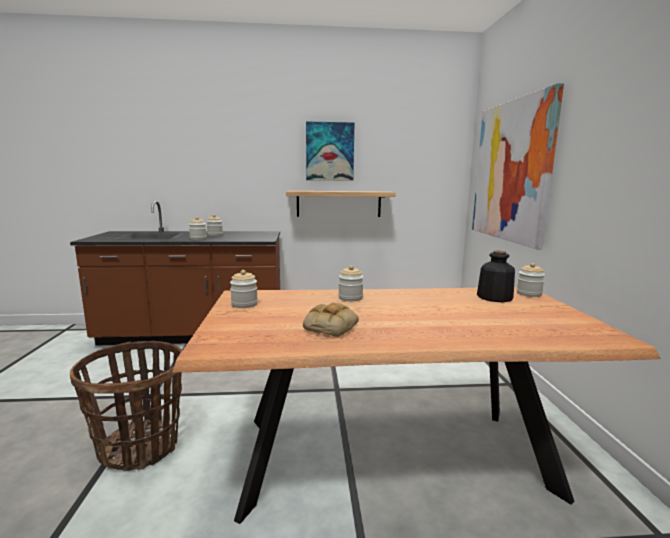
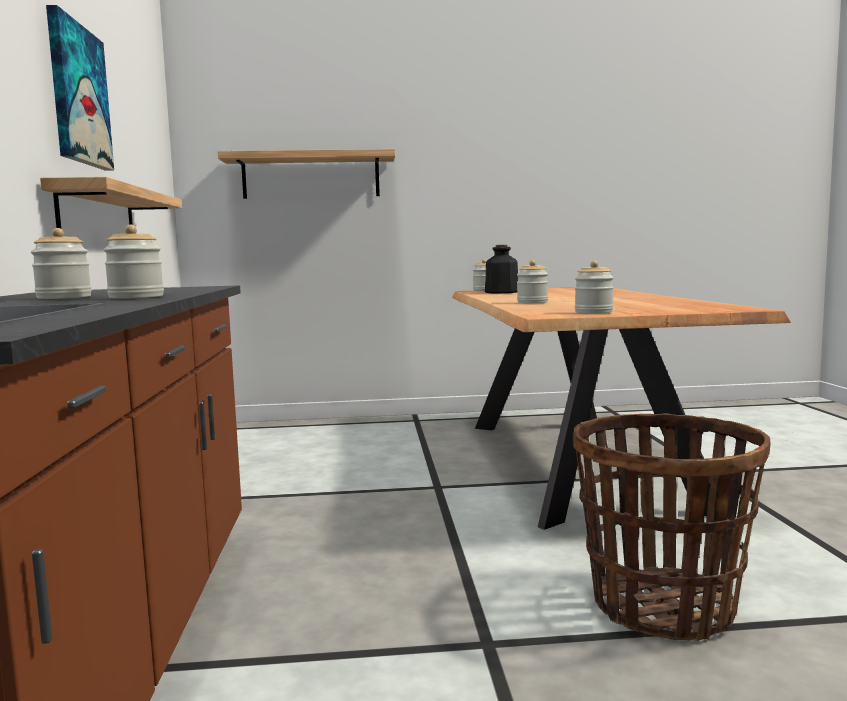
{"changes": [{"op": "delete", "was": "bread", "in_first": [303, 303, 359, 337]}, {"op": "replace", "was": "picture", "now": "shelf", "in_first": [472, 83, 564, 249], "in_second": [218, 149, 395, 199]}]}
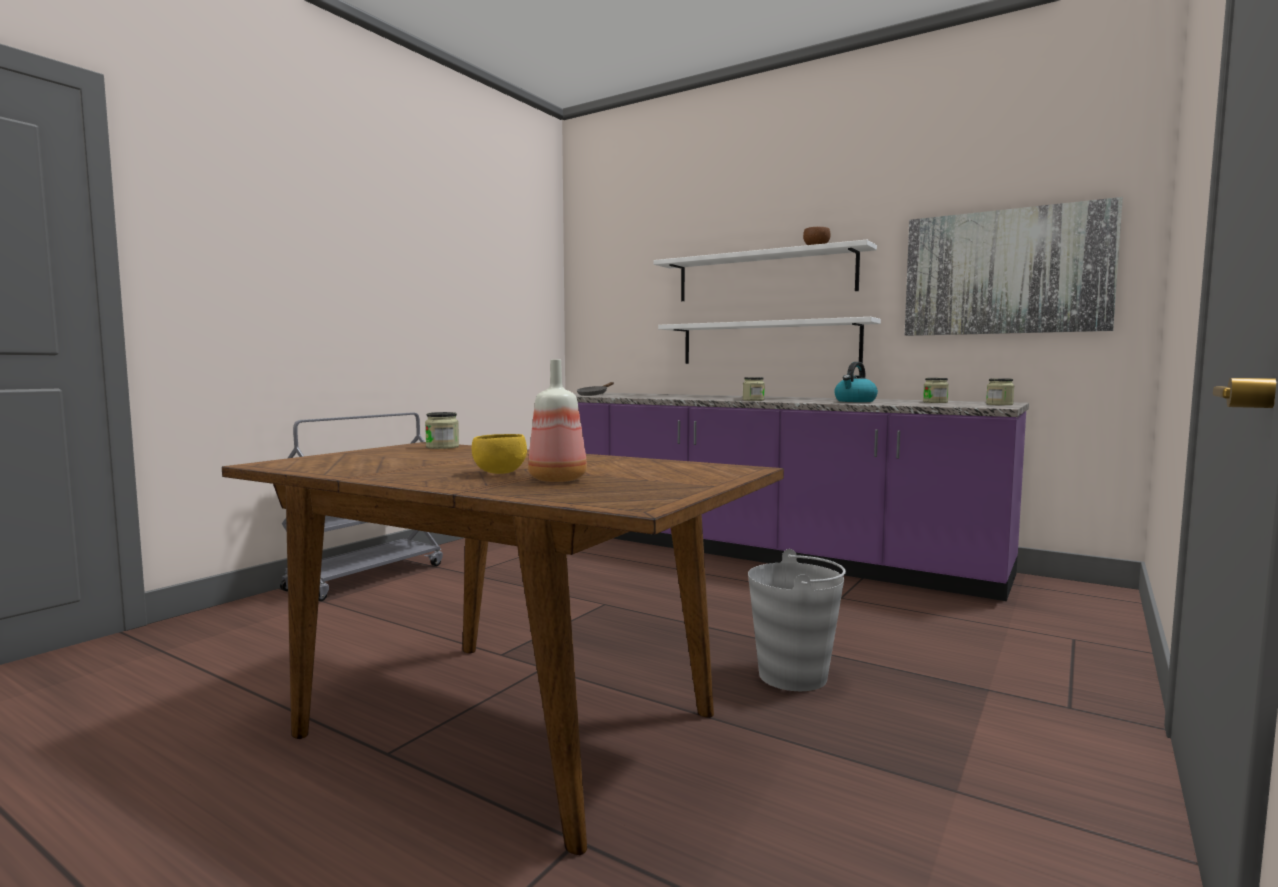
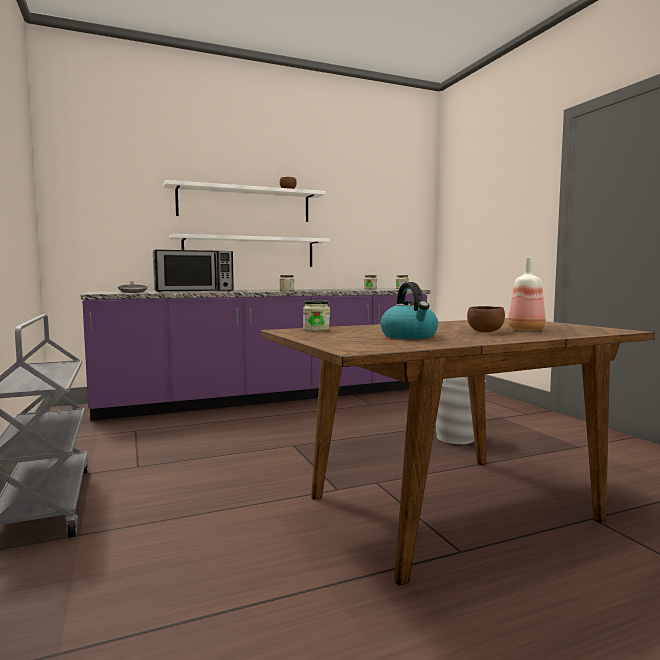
{"changes": [{"op": "recolor", "was": "yellow_bowl", "now": "brown_bowl", "in_first": [472, 434, 527, 474], "in_second": [467, 306, 505, 332]}, {"op": "move", "was": "kettle", "in_first": [834, 362, 878, 402], "in_second": [380, 282, 438, 339]}, {"op": "delete", "was": "picture", "in_first": [905, 197, 1123, 336]}, {"op": "insert", "now": "microwave", "in_second": [153, 249, 234, 292]}]}
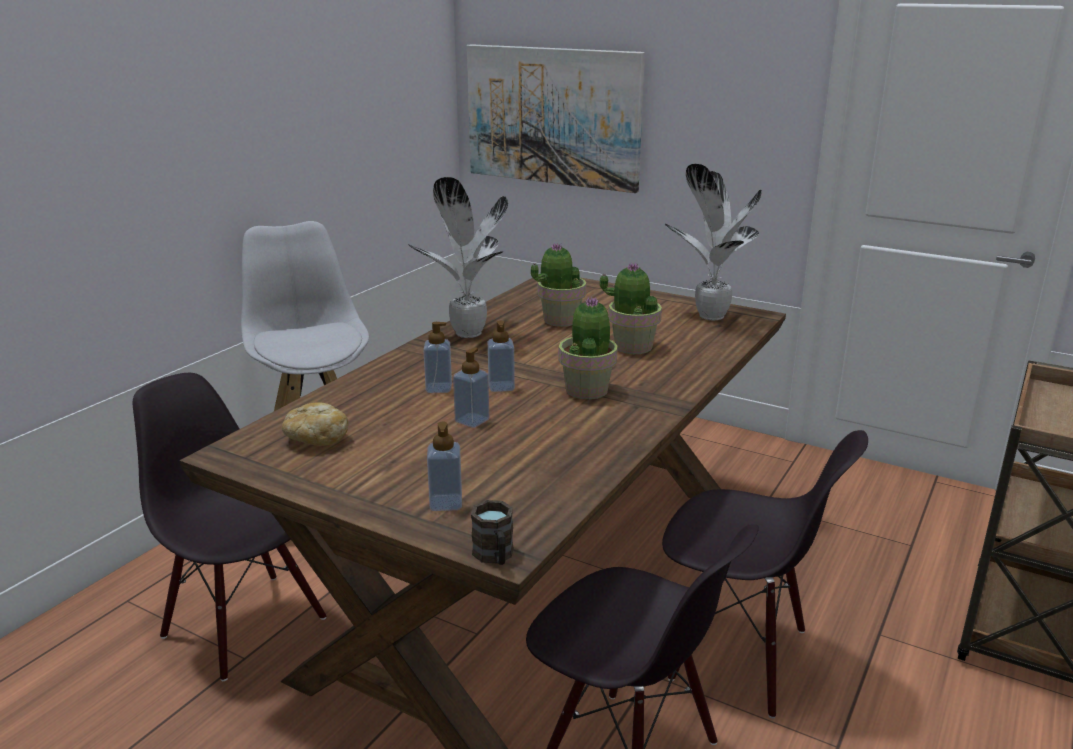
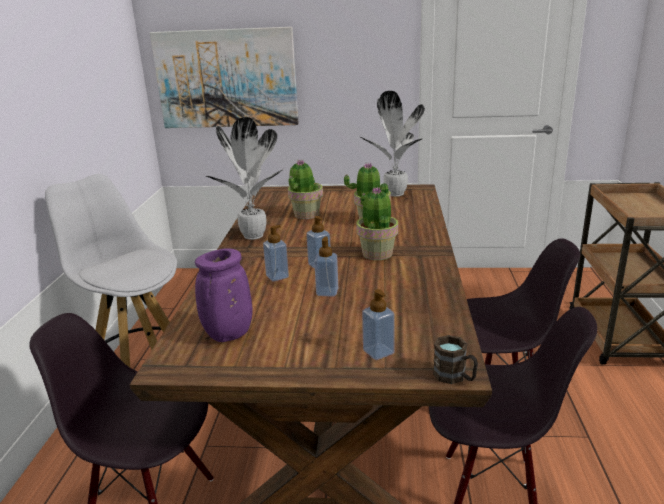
{"changes": [{"op": "replace", "was": "bread", "now": "purple_vase", "in_first": [282, 402, 348, 446], "in_second": [195, 248, 253, 342]}]}
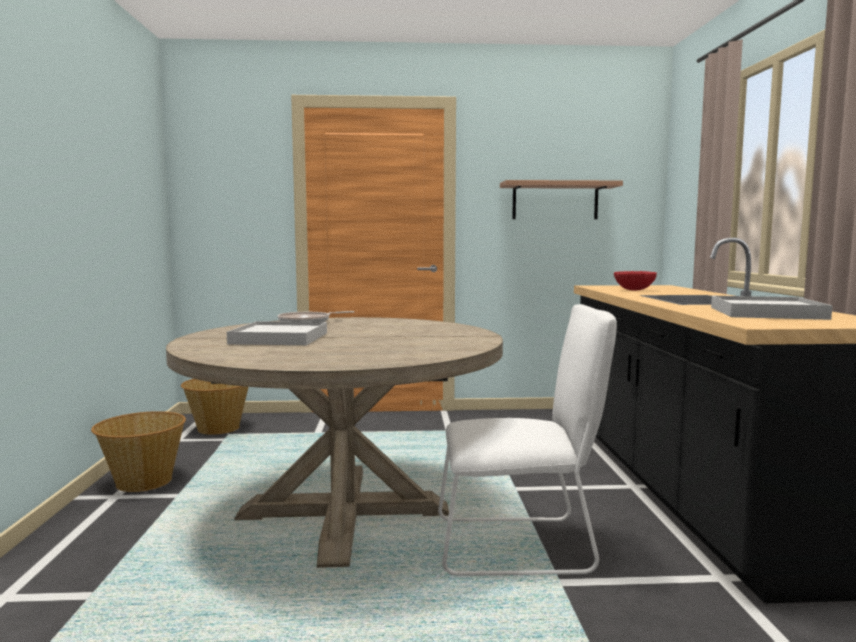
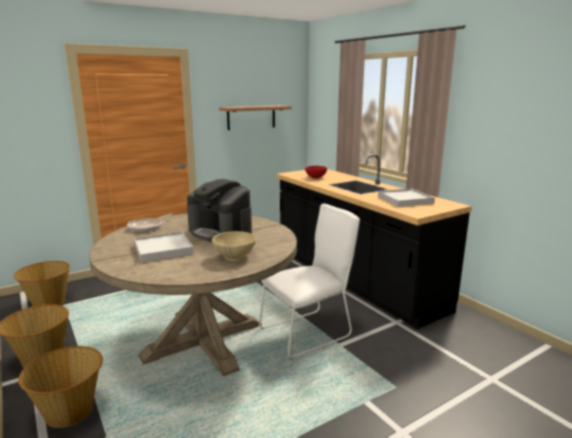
{"changes": [{"op": "insert", "now": "basket", "in_second": [18, 346, 103, 428]}, {"op": "insert", "now": "coffee_machine", "in_second": [187, 179, 252, 242]}, {"op": "insert", "now": "beige_bowl", "in_second": [212, 231, 256, 260]}]}
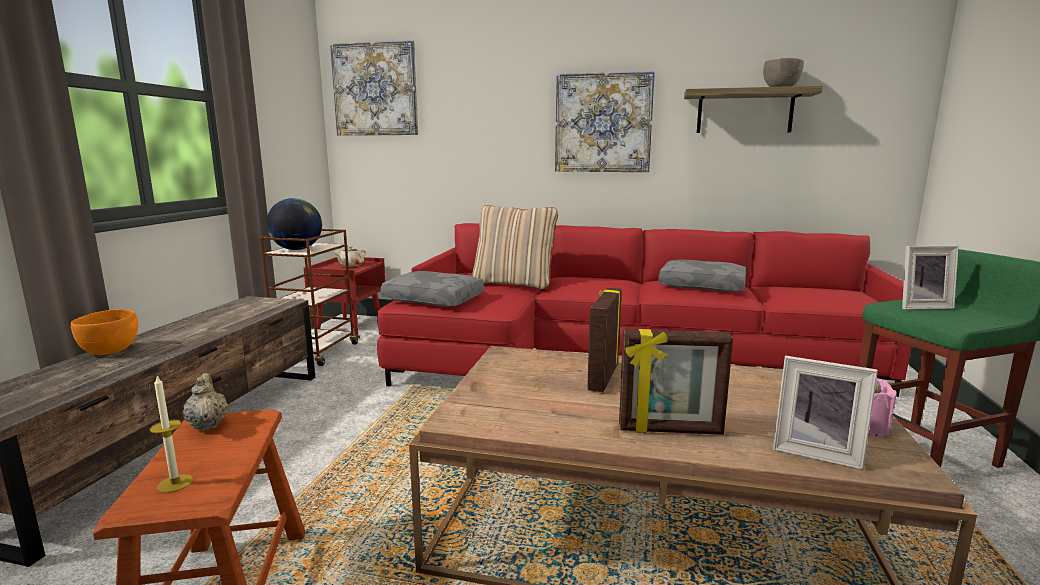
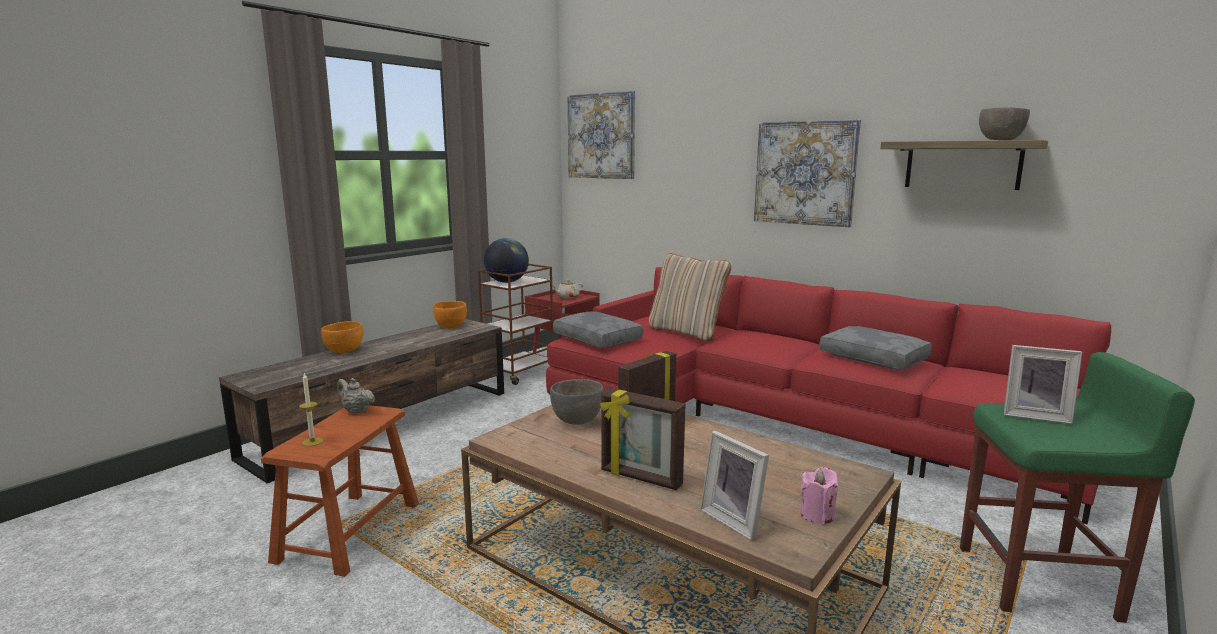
{"changes": [{"op": "rotate", "was": "beige_teapot", "in_first": [183, 373, 228, 431], "in_second": [337, 378, 375, 414], "clockwise": -60}, {"op": "insert", "now": "orange_bowl", "in_second": [433, 301, 467, 329]}, {"op": "insert", "now": "grey_bowl", "in_second": [550, 379, 604, 425]}]}
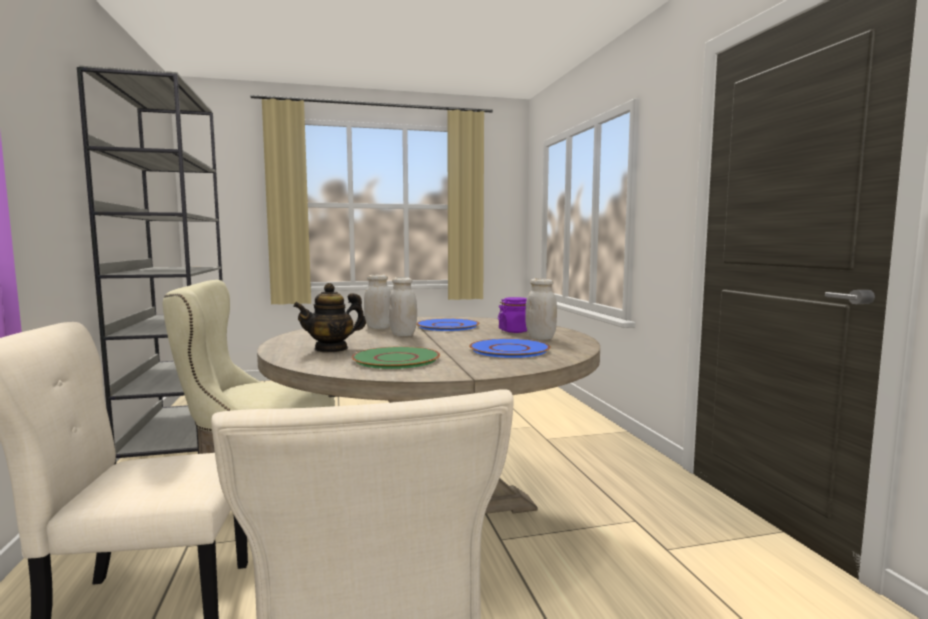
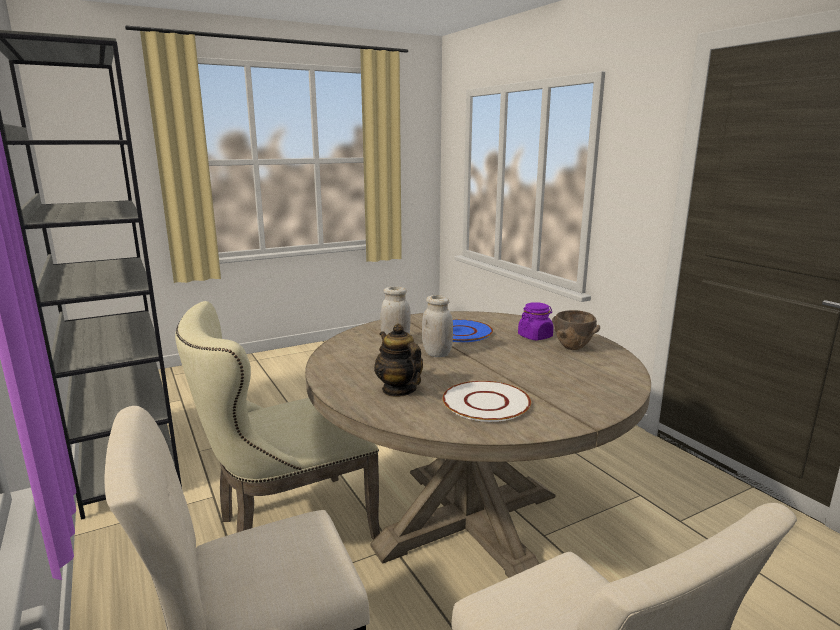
{"changes": [{"op": "rotate", "was": "teapot", "in_first": [293, 283, 366, 353], "in_second": [374, 324, 423, 397], "clockwise": 105}, {"op": "recolor", "was": "green_plate", "now": "white_plate", "in_first": [352, 346, 440, 369], "in_second": [443, 381, 531, 422]}, {"op": "delete", "was": "blue_plate", "in_first": [469, 339, 550, 358]}, {"op": "replace", "was": "white_jar", "now": "brown_bowl", "in_first": [525, 278, 557, 340], "in_second": [552, 310, 600, 350]}]}
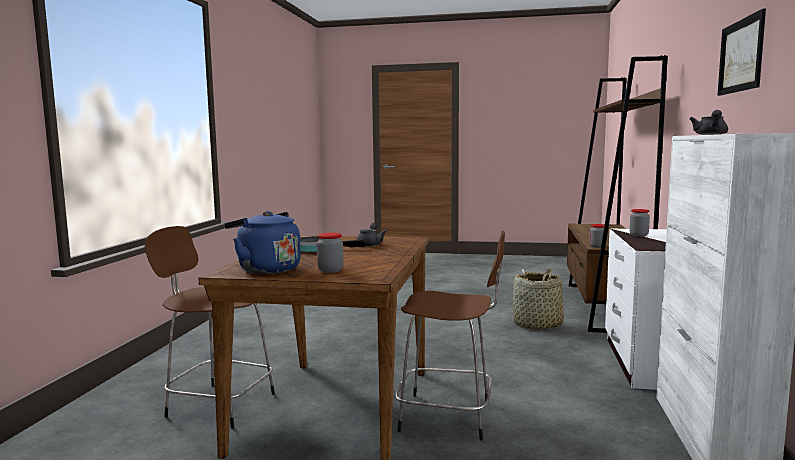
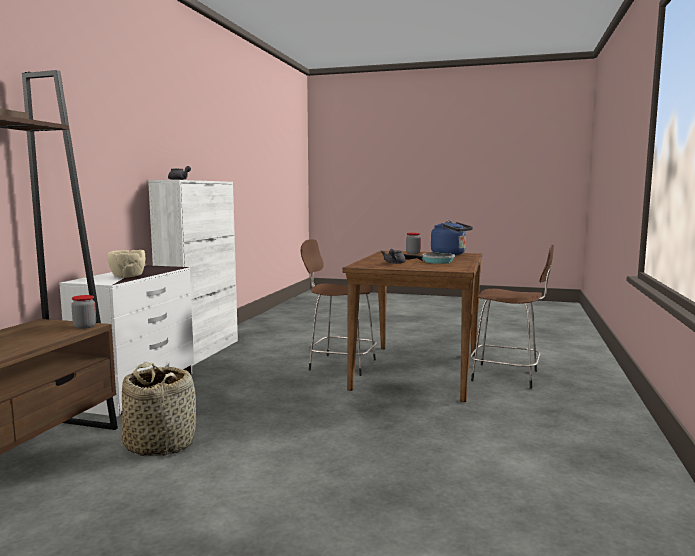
{"changes": [{"op": "replace", "was": "jar", "now": "beige_bowl", "in_first": [630, 209, 650, 237], "in_second": [107, 250, 145, 278]}, {"op": "delete", "was": "picture", "in_first": [717, 8, 766, 96]}]}
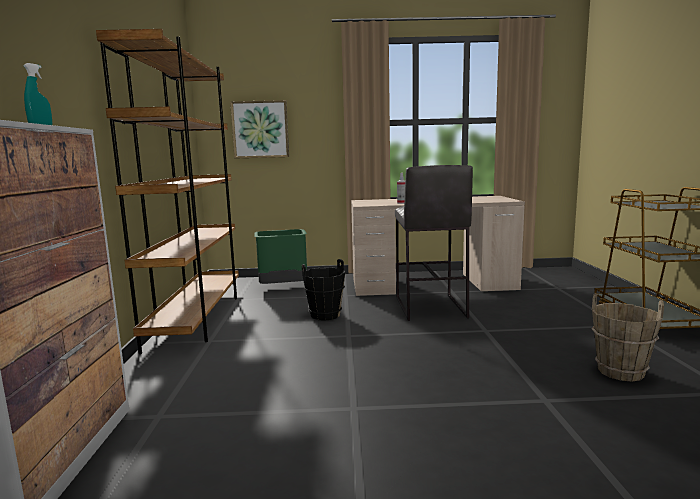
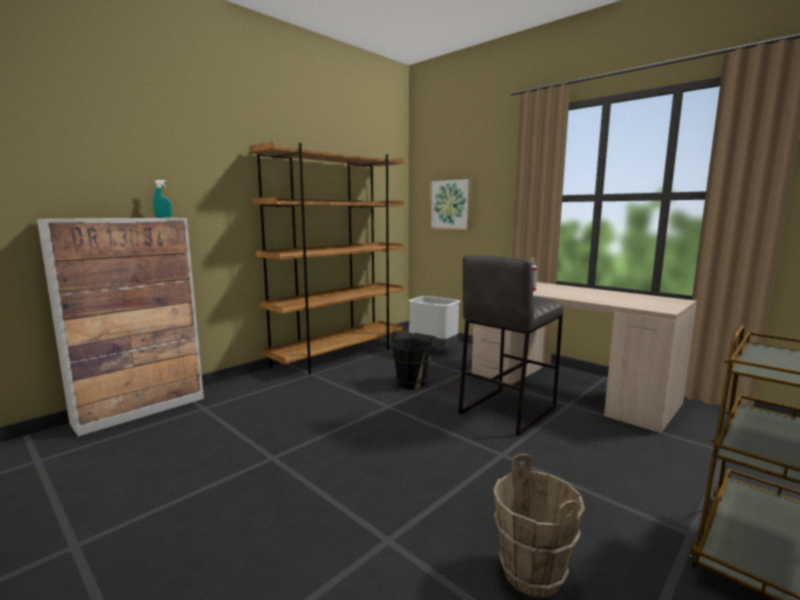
{"changes": [{"op": "recolor", "was": "green_trash_can", "now": "grey_trash_can", "in_first": [254, 229, 307, 284], "in_second": [408, 296, 460, 349]}]}
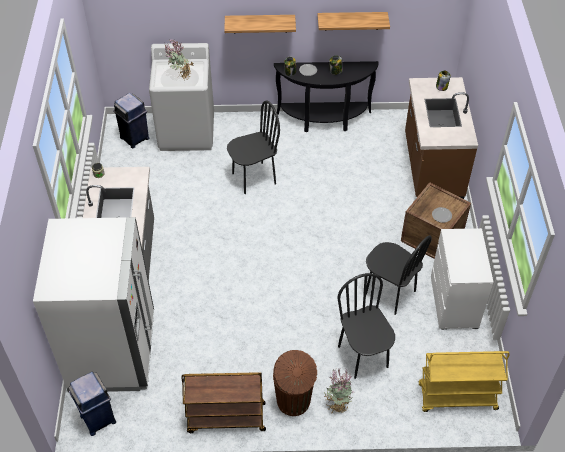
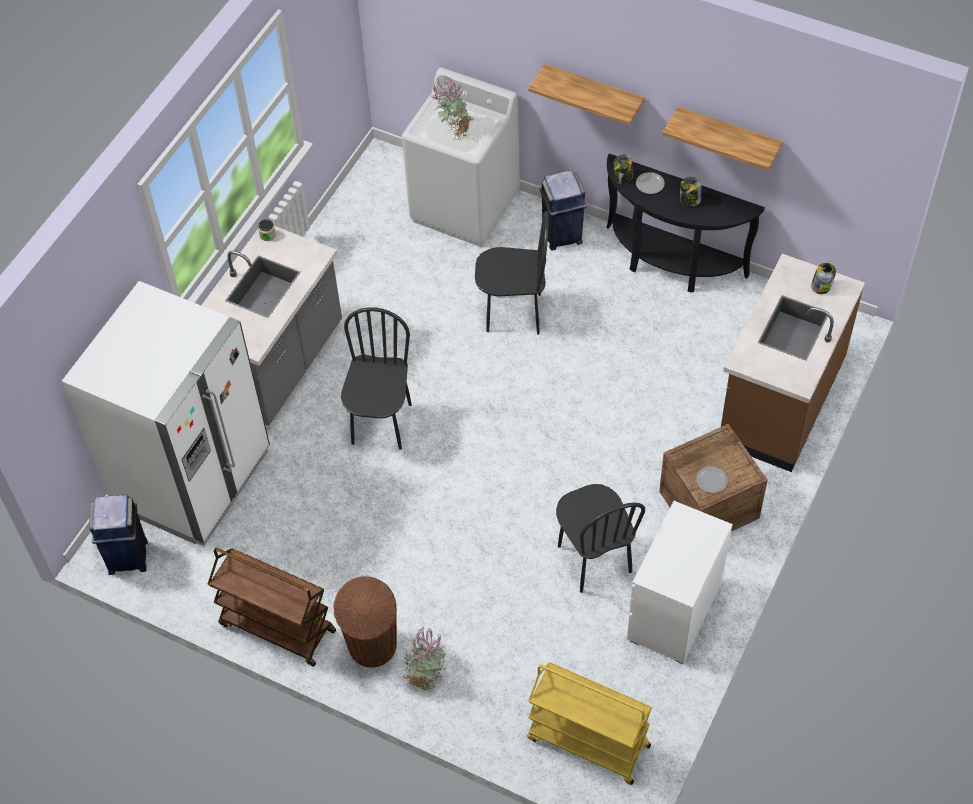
{"changes": [{"op": "move", "was": "blue_trash_can", "in_first": [113, 93, 149, 149], "in_second": [540, 170, 587, 251]}, {"op": "move", "was": "black_chair", "in_first": [337, 273, 395, 379], "in_second": [341, 307, 412, 449]}]}
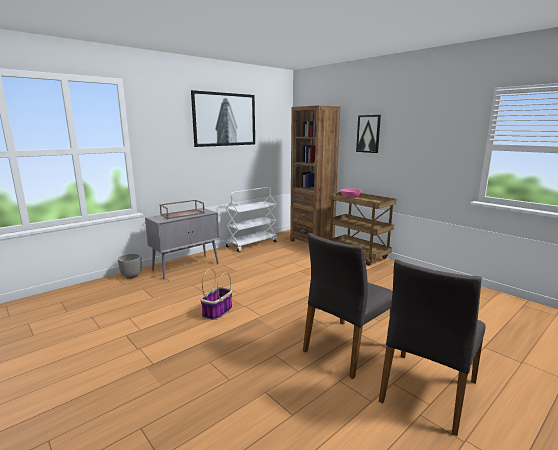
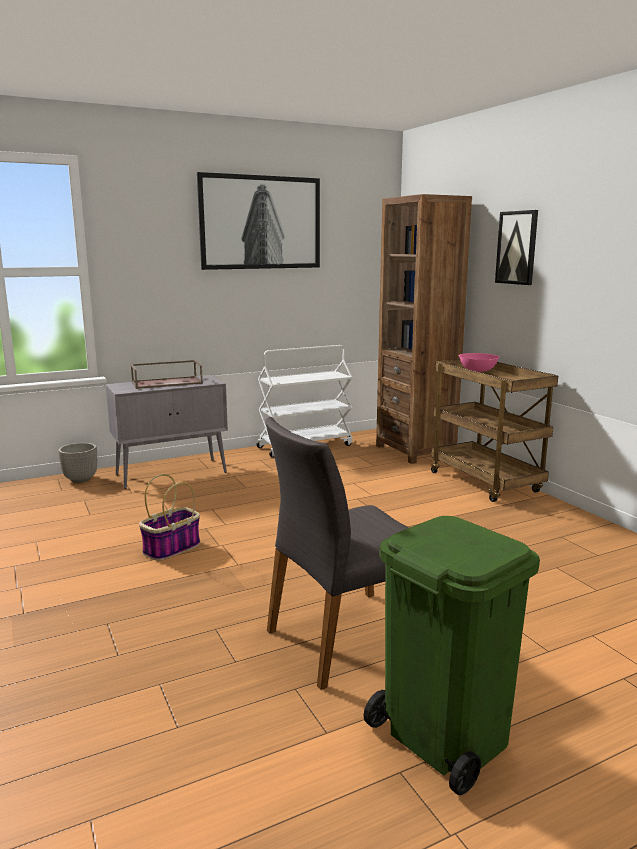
{"changes": [{"op": "replace", "was": "grey_chair", "now": "green_trash_can", "in_first": [379, 259, 486, 436], "in_second": [363, 516, 540, 795]}]}
